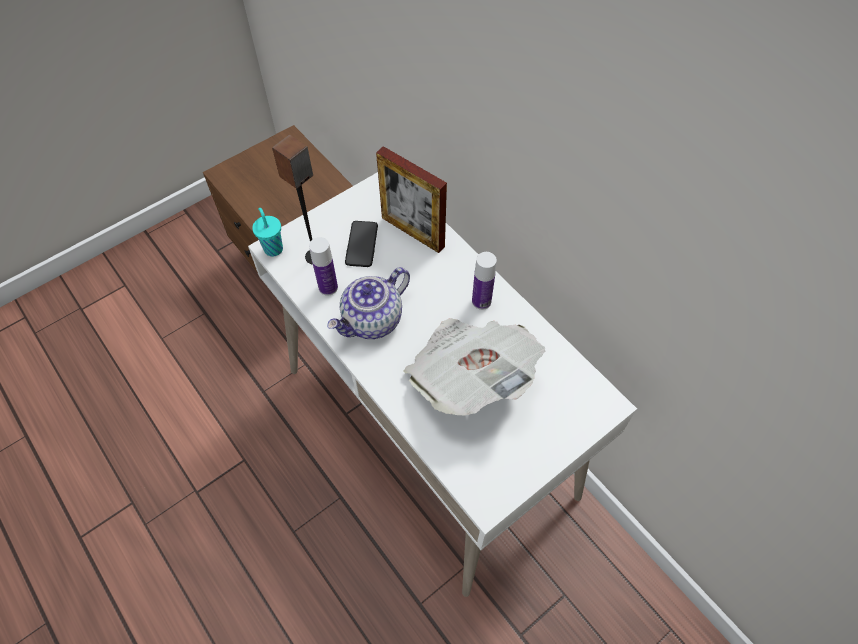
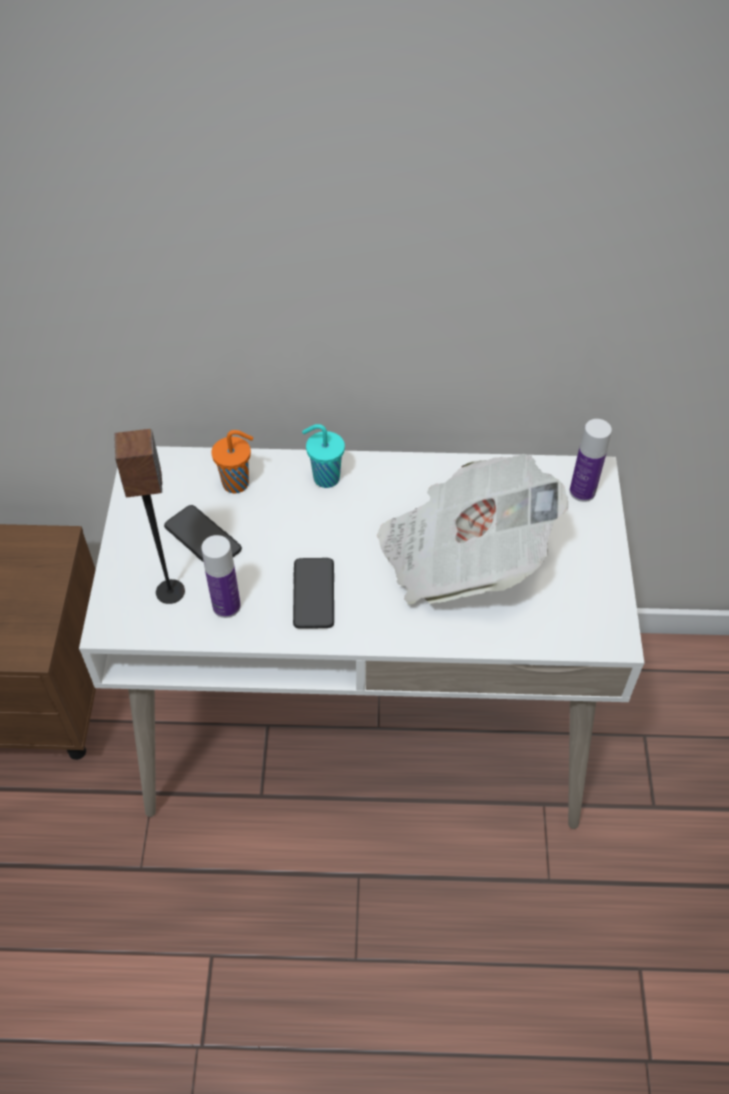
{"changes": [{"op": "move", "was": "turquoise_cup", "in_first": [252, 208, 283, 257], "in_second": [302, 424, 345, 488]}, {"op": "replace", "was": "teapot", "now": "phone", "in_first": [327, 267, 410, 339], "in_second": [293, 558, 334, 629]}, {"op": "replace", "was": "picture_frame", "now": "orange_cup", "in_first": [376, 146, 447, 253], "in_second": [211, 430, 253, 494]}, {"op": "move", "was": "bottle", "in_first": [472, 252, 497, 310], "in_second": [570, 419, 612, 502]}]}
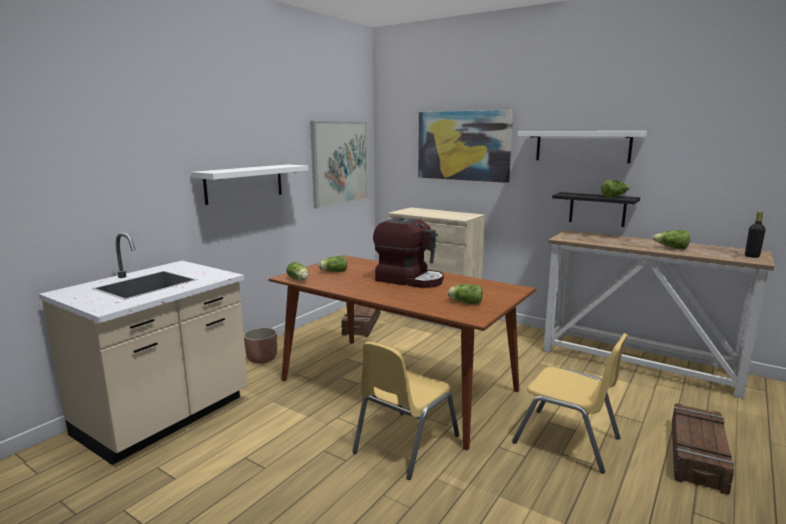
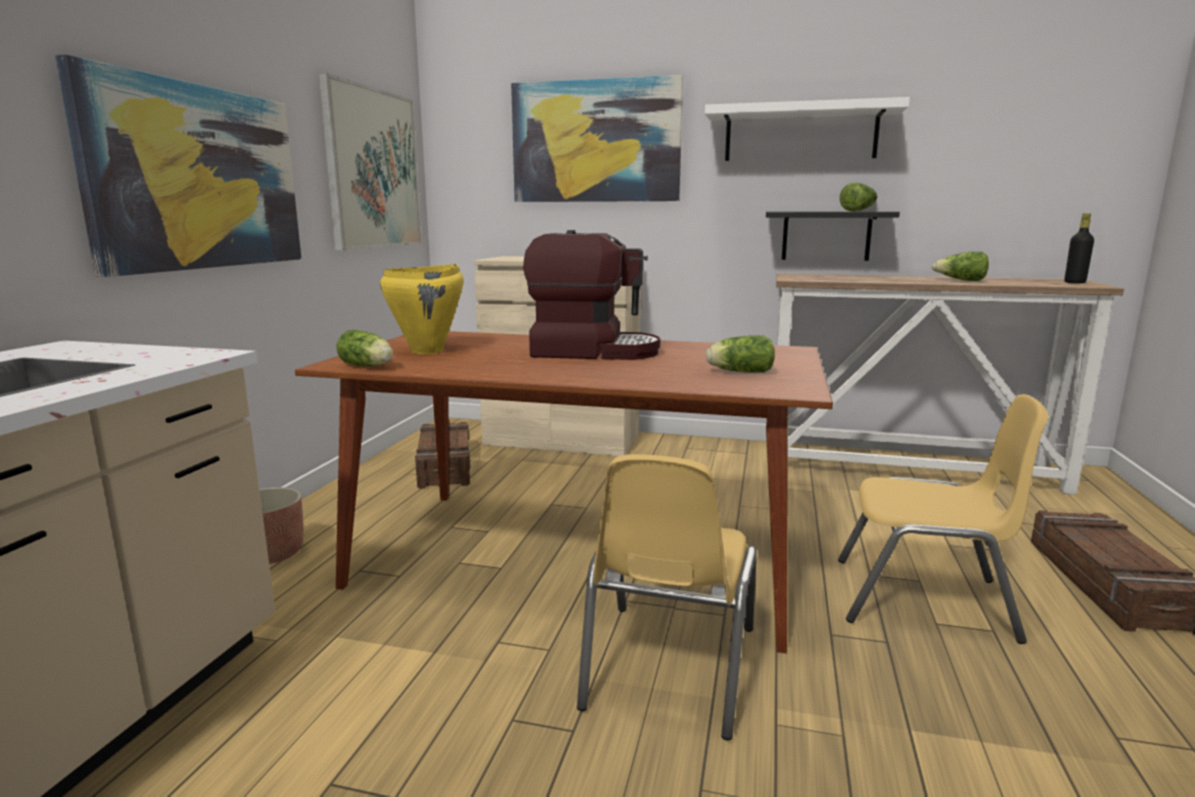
{"changes": [{"op": "replace", "was": "white_shelf", "now": "picture", "in_first": [191, 164, 309, 205], "in_second": [55, 54, 301, 277]}, {"op": "replace", "was": "lettuce", "now": "yellow_cooking_pot", "in_first": [318, 256, 347, 272], "in_second": [380, 264, 464, 354]}]}
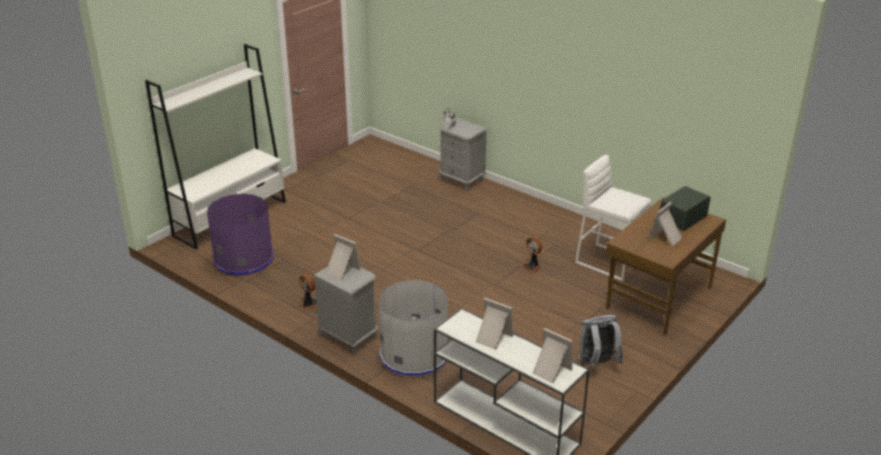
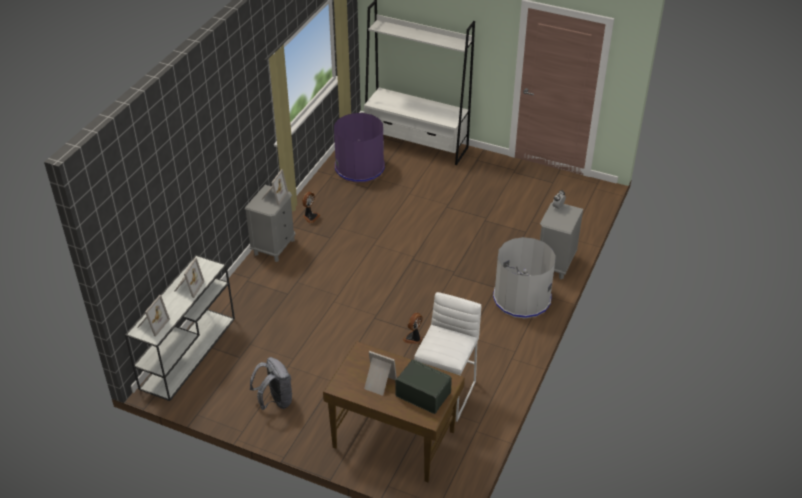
{"changes": [{"op": "move", "was": "grey_trash_can", "in_first": [379, 280, 448, 377], "in_second": [493, 237, 556, 319]}]}
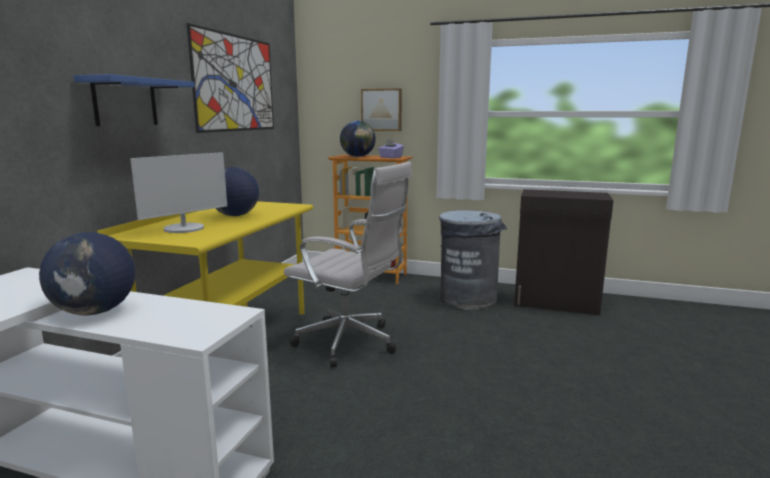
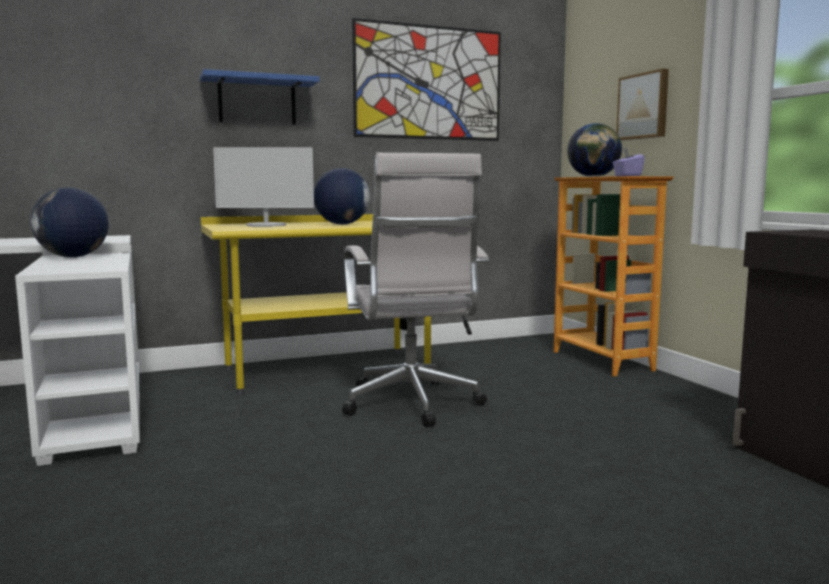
{"changes": [{"op": "delete", "was": "grey_trash_can", "in_first": [439, 210, 507, 310]}]}
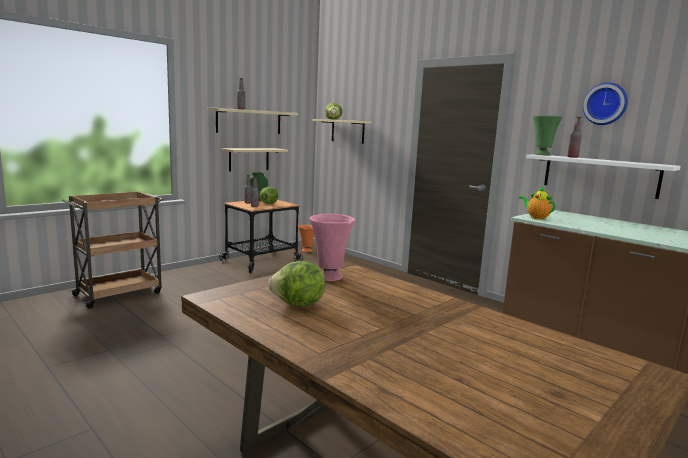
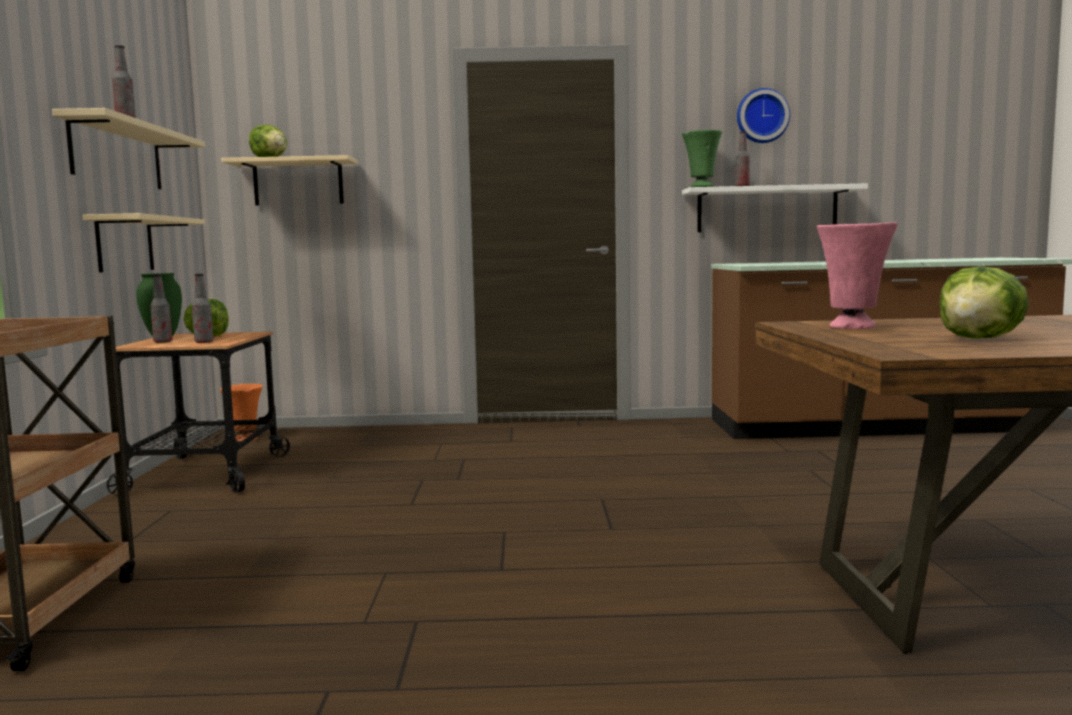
{"changes": [{"op": "delete", "was": "teapot", "in_first": [519, 187, 556, 220]}]}
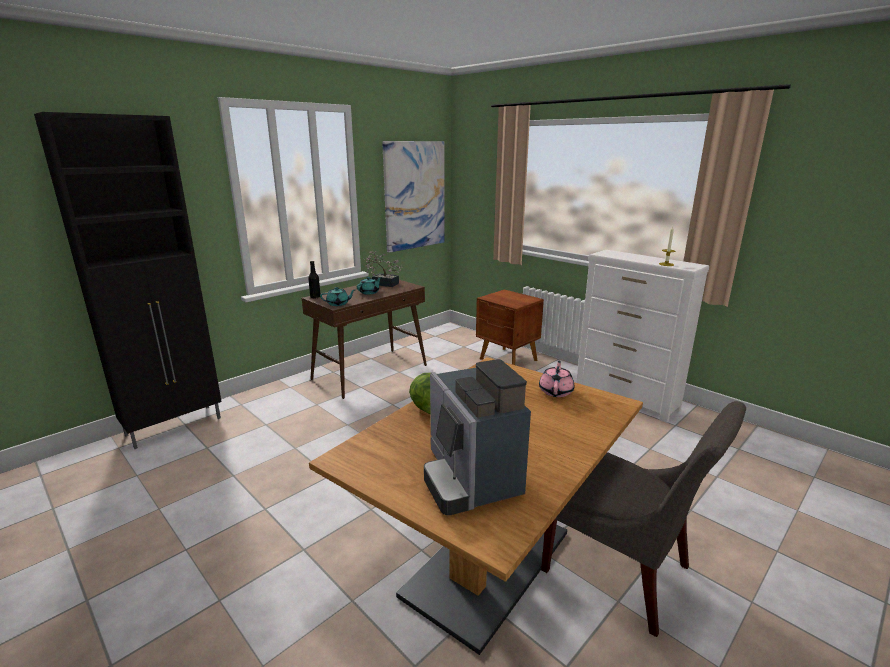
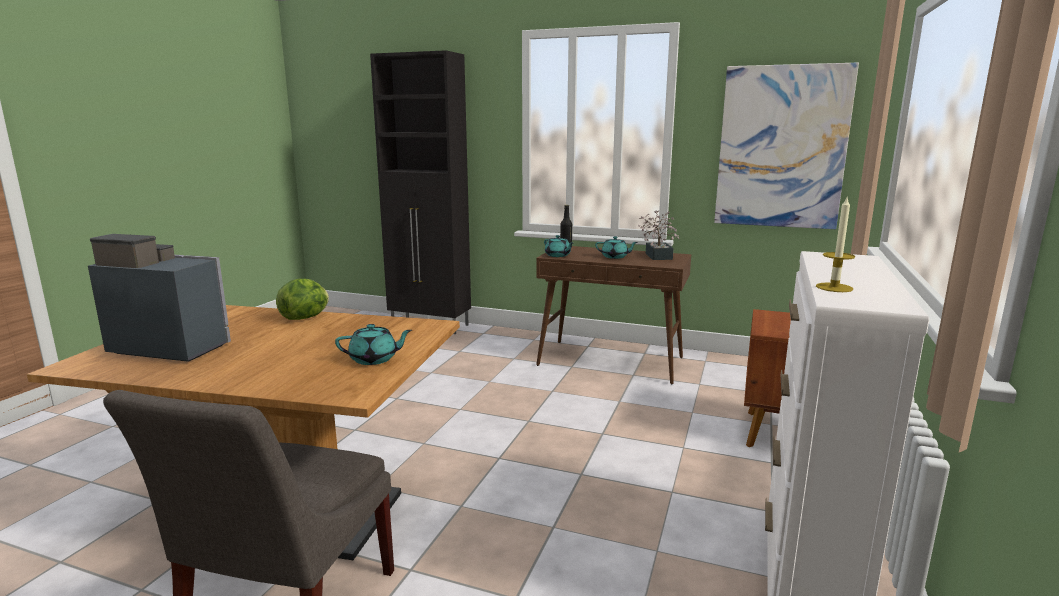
{"changes": [{"op": "rotate", "was": "coffee_machine", "in_first": [424, 359, 531, 515], "in_second": [88, 234, 231, 362], "clockwise": 60}, {"op": "recolor", "was": "pink_teapot", "now": "turquoise_teapot", "in_first": [539, 361, 574, 397], "in_second": [335, 324, 412, 365]}]}
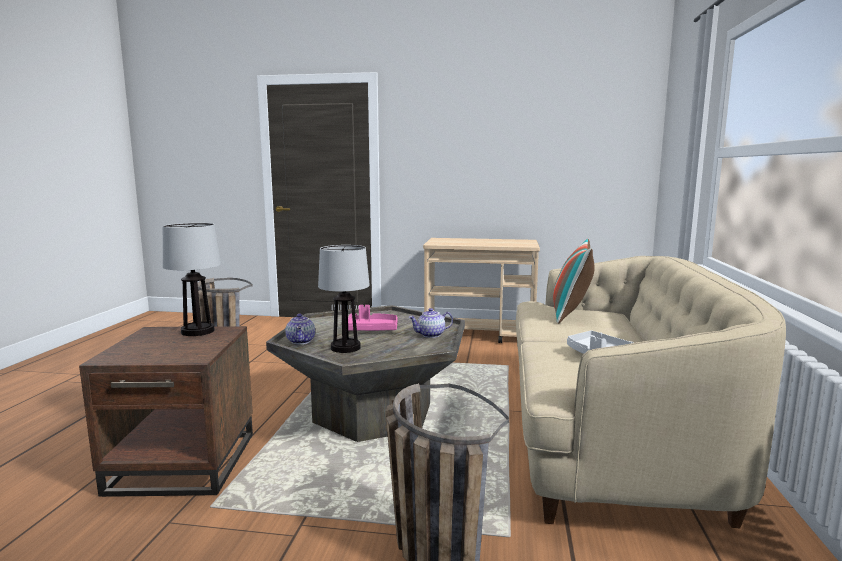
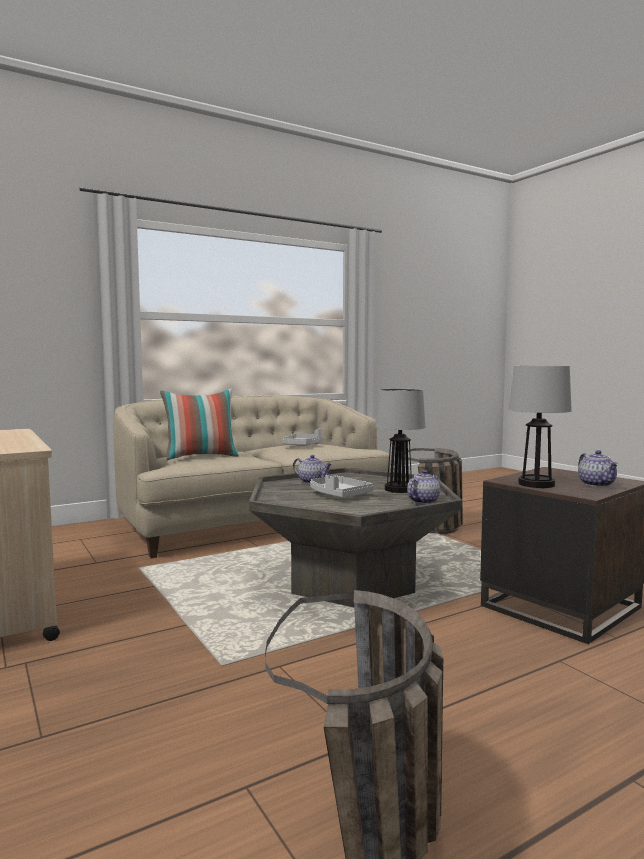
{"changes": [{"op": "recolor", "was": "pink_tray", "now": "grey_tray", "in_first": [348, 305, 398, 331], "in_second": [310, 475, 374, 498]}, {"op": "insert", "now": "teapot", "in_second": [578, 450, 618, 487]}]}
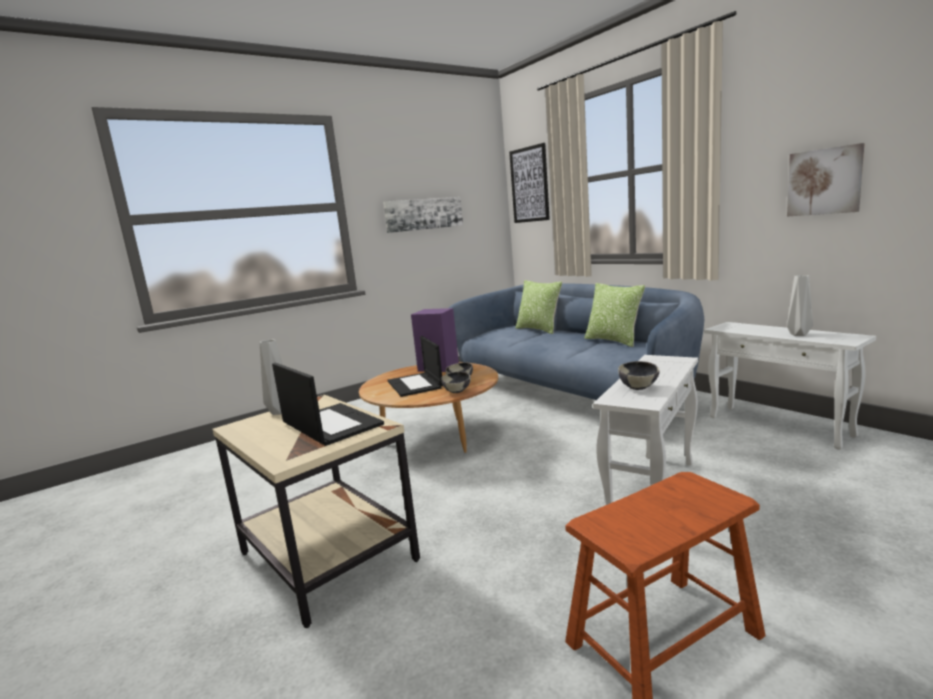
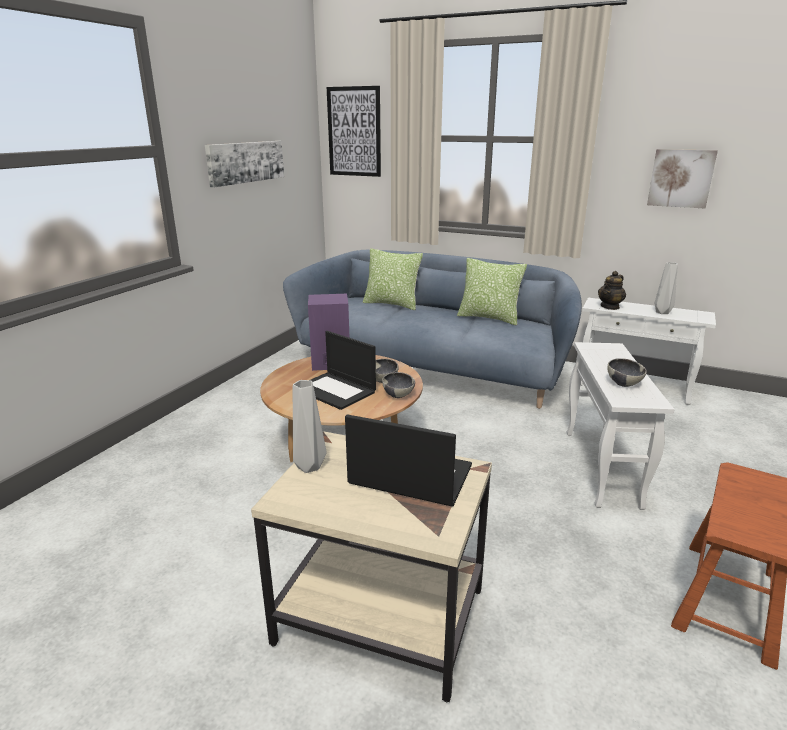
{"changes": [{"op": "insert", "now": "teapot", "in_second": [598, 271, 626, 310]}]}
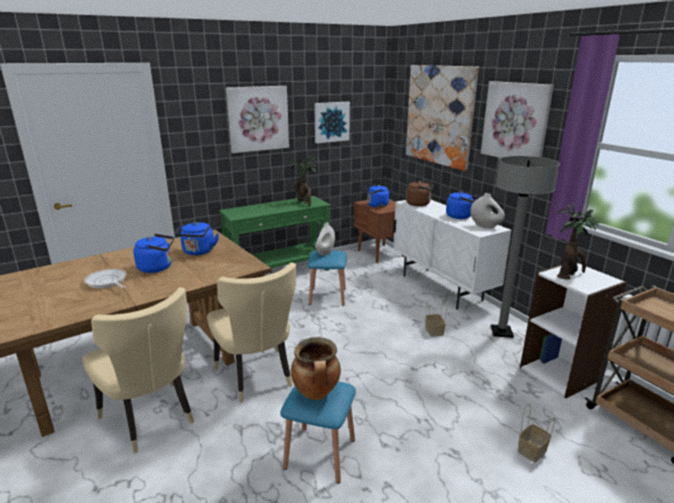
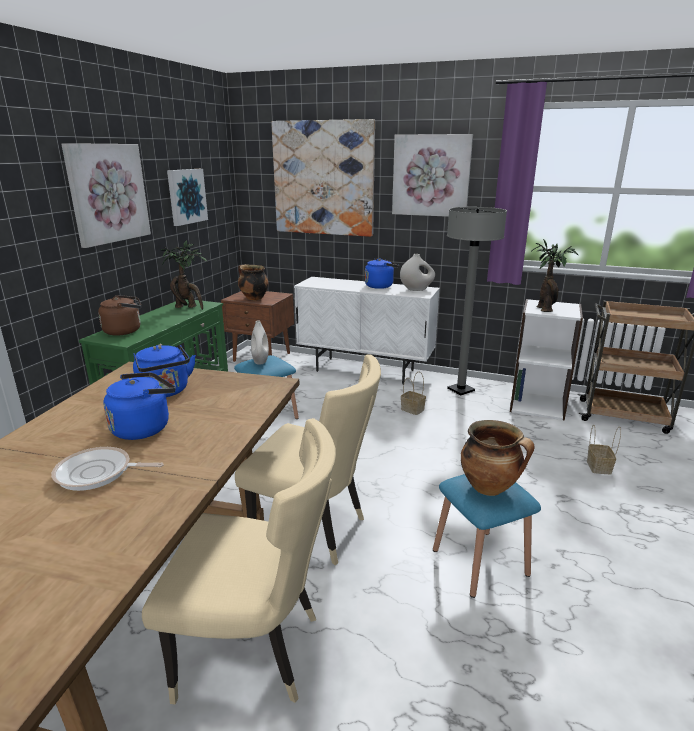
{"changes": [{"op": "replace", "was": "blue_kettle", "now": "cooking_pot", "in_first": [364, 184, 389, 208], "in_second": [238, 264, 269, 300]}, {"op": "move", "was": "brown_kettle", "in_first": [406, 180, 434, 206], "in_second": [98, 295, 141, 336]}]}
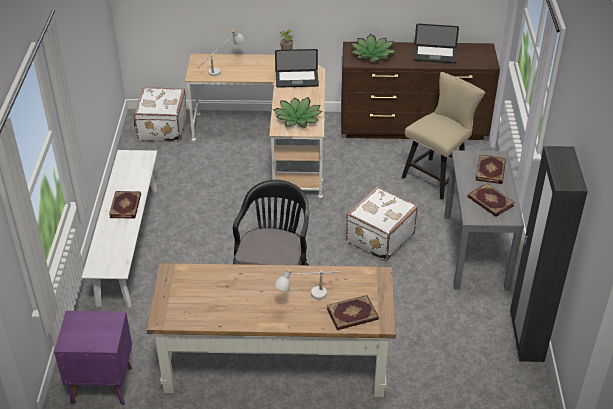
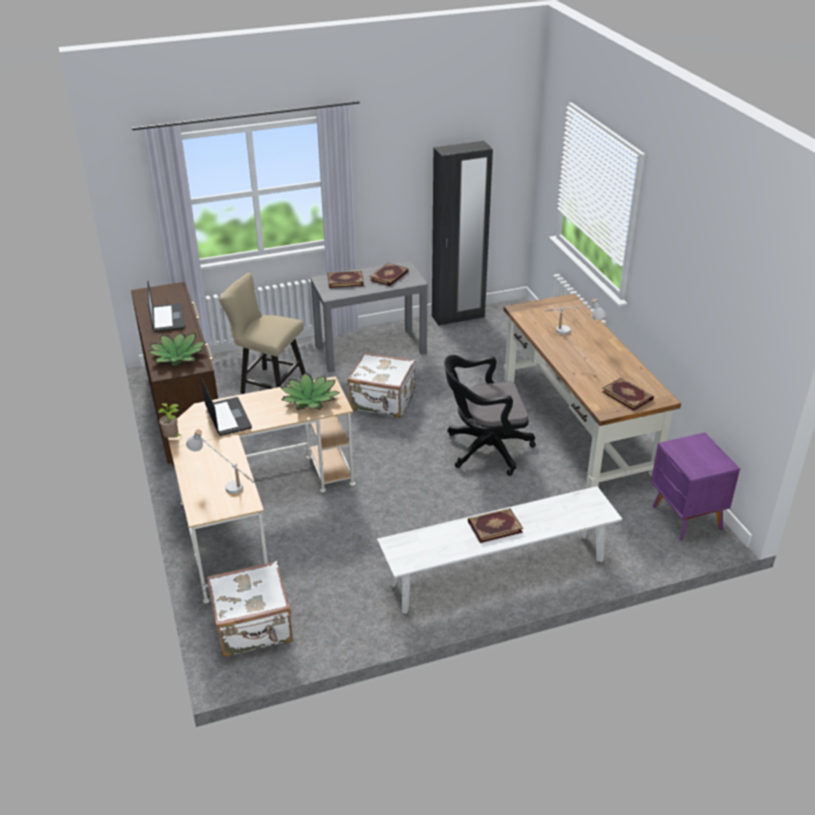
{"changes": [{"op": "move", "was": "book", "in_first": [327, 295, 379, 330], "in_second": [602, 378, 654, 411]}]}
